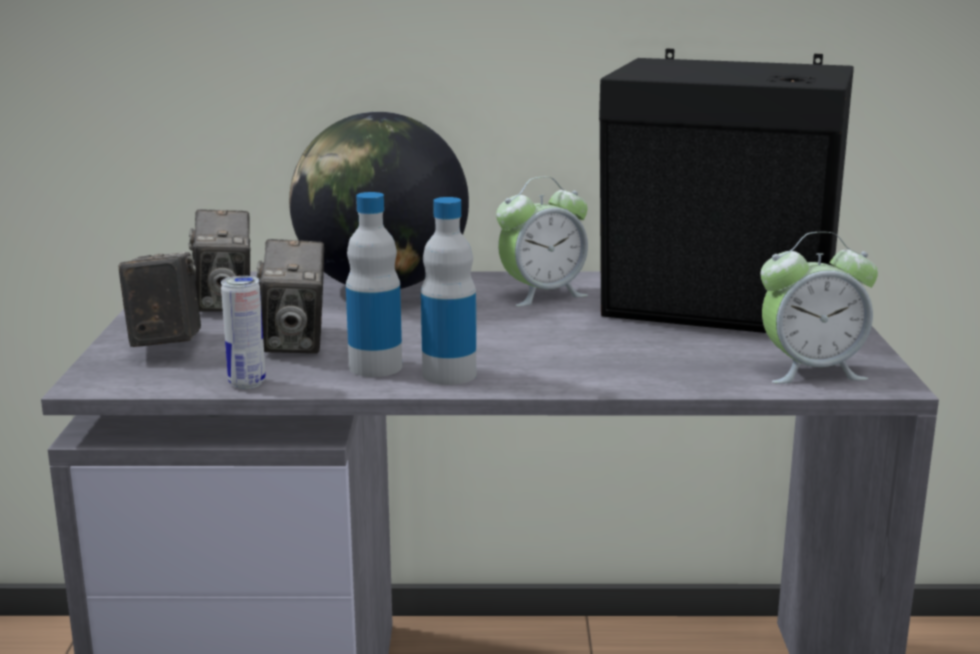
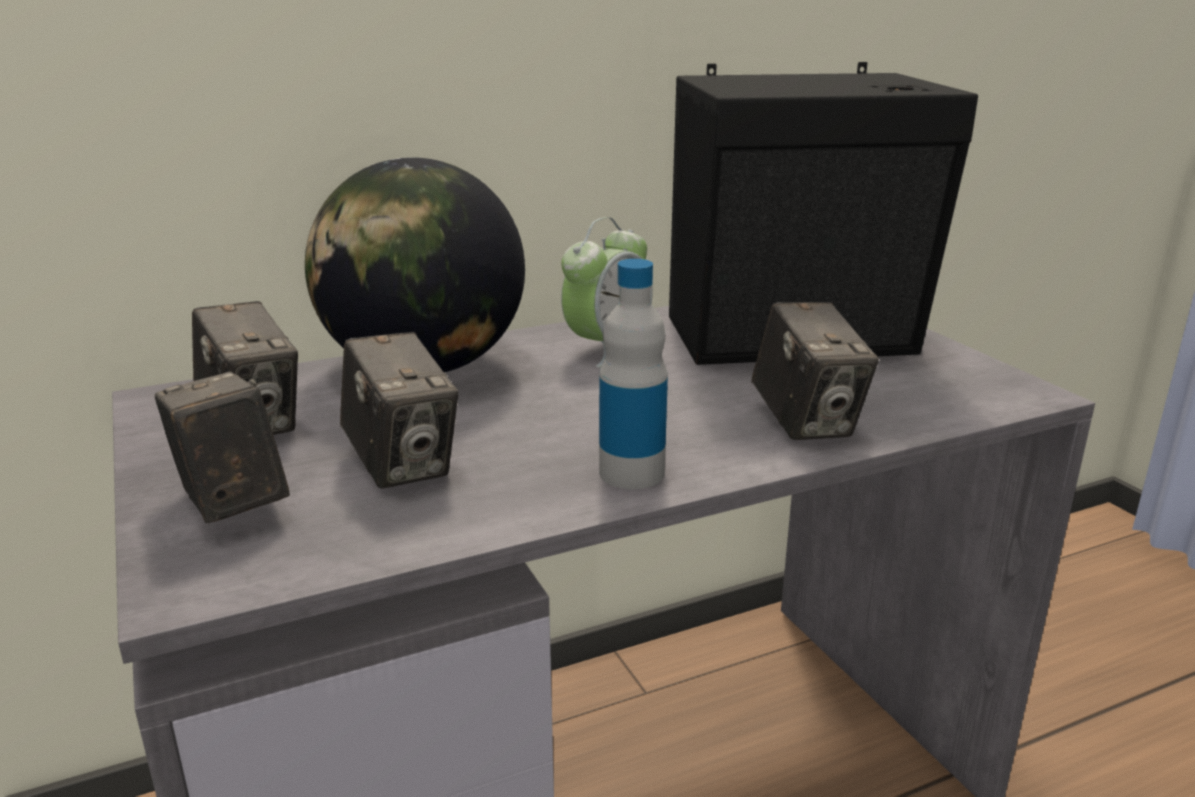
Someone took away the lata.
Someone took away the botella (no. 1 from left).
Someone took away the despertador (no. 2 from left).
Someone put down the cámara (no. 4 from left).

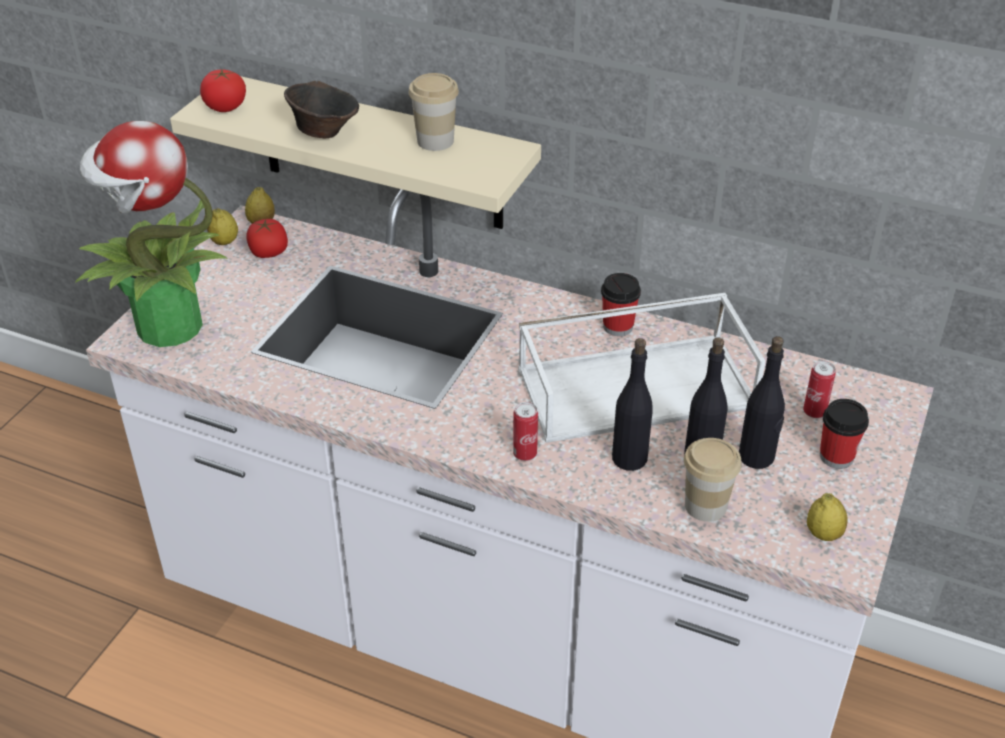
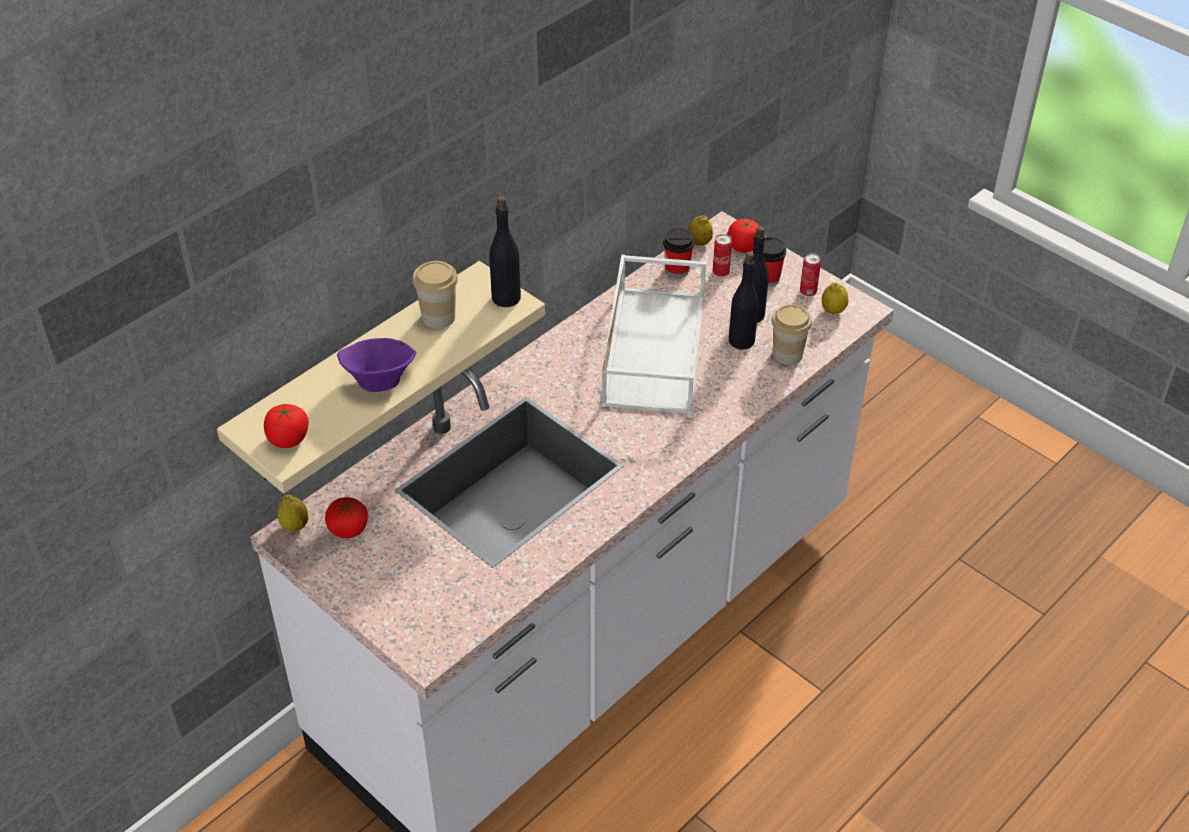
Someone took away the planta en maceta.
Someone carried the limón (no. 1 from left in the first image).
Someone repainted the cuenco [marrón], which became the cuenco [morado].
Someone carried the lata (no. 1 from left in the first image).
Someone carried the taza (no. 2 from left).
Someone carried the botella [negro] (no. 1 from left).
Someone put down the tomate (no. 3 from left).

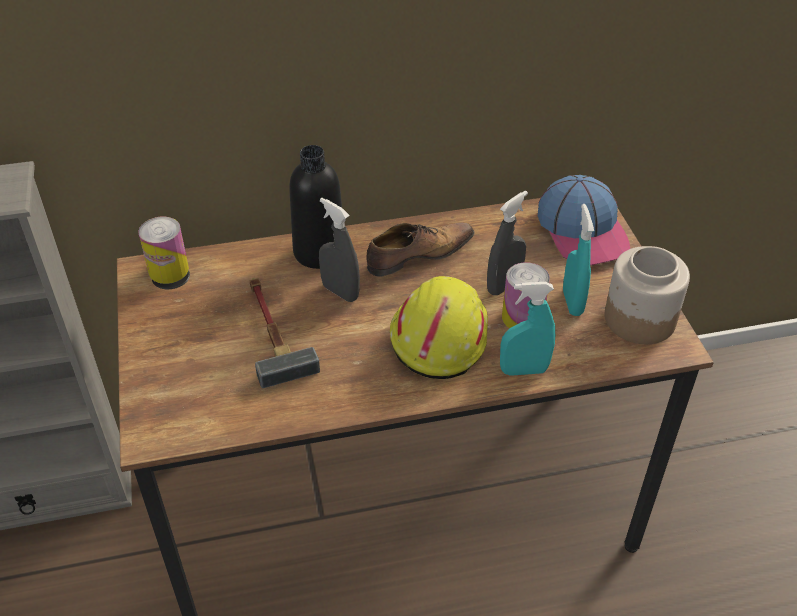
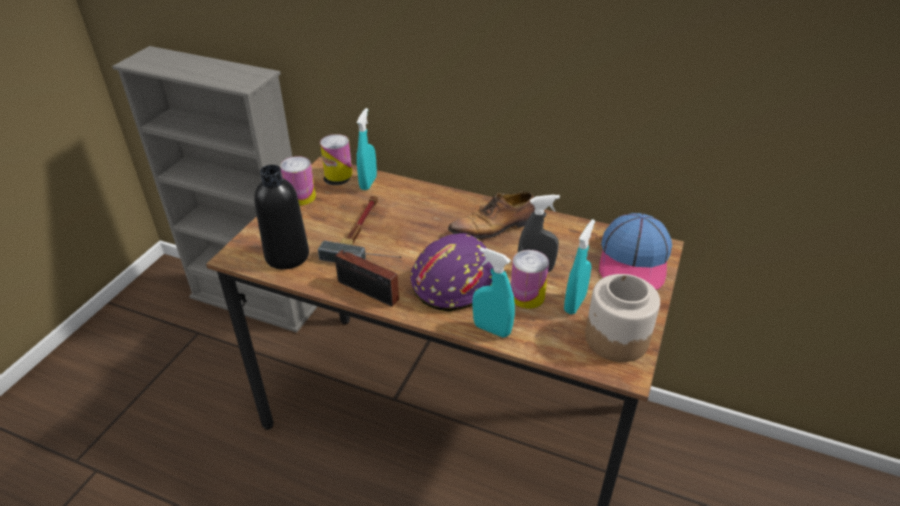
Someone carried the botella [negro].
Someone took away the pulverizador [gris] (no. 1 from left).
Someone rotated the zapato by 150 degrees clockwise.
Someone repainted the casco [amarillo], which became the casco [morado].
Someone put down the lata (no. 1 from left).
Someone put down the radio.
Someone put down the pulverizador [turquesa] (no. 1 from left).

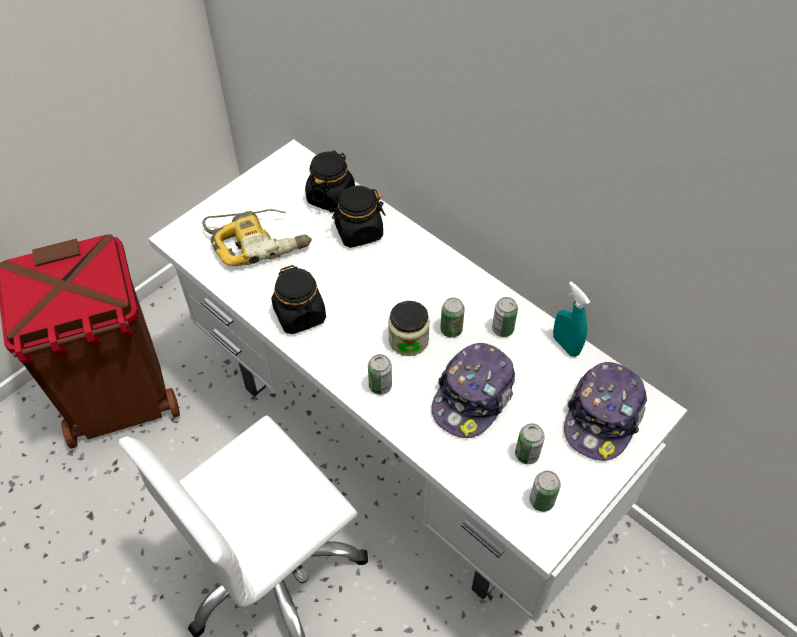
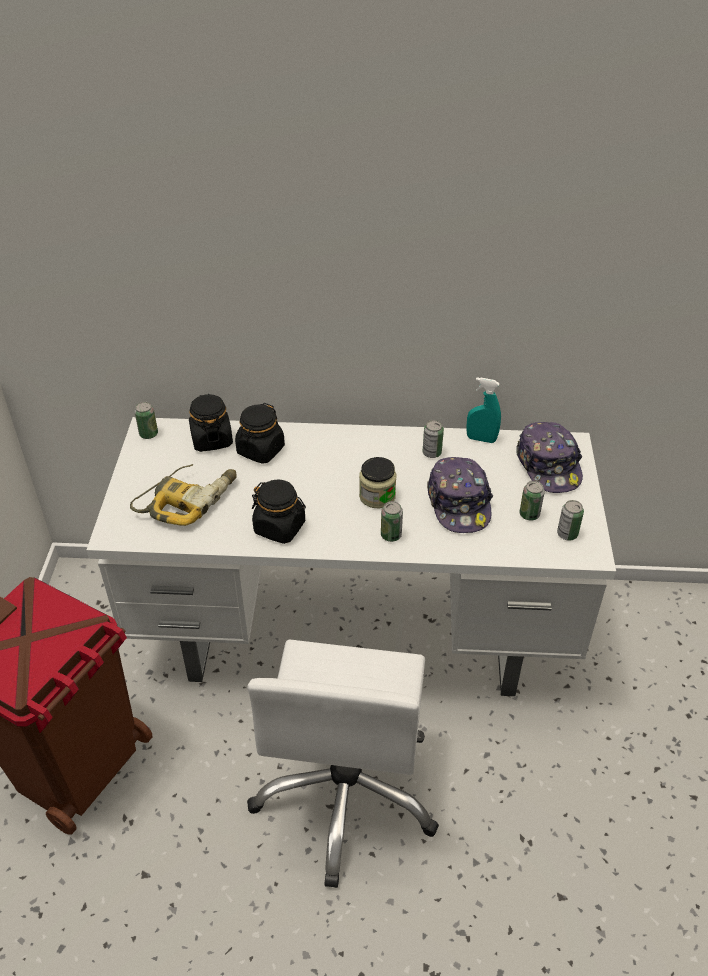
Someone carried the lata (no. 2 from left in the first image).

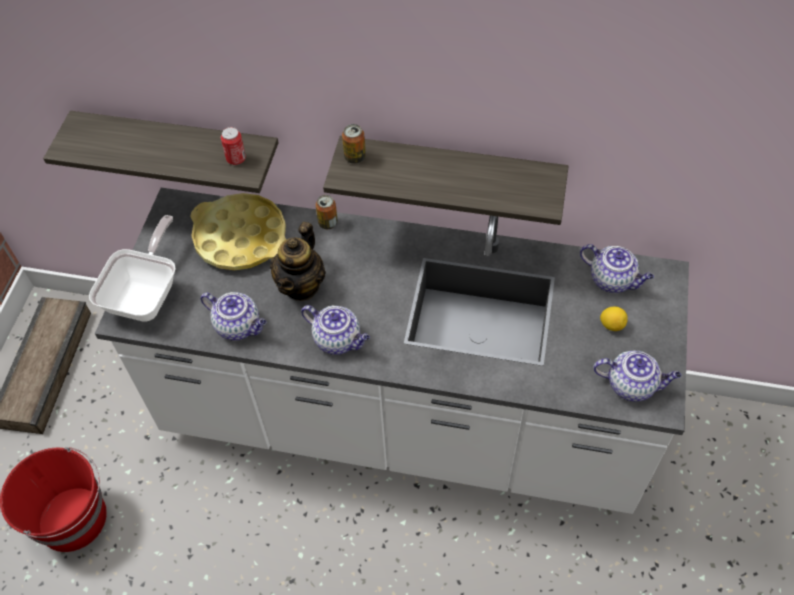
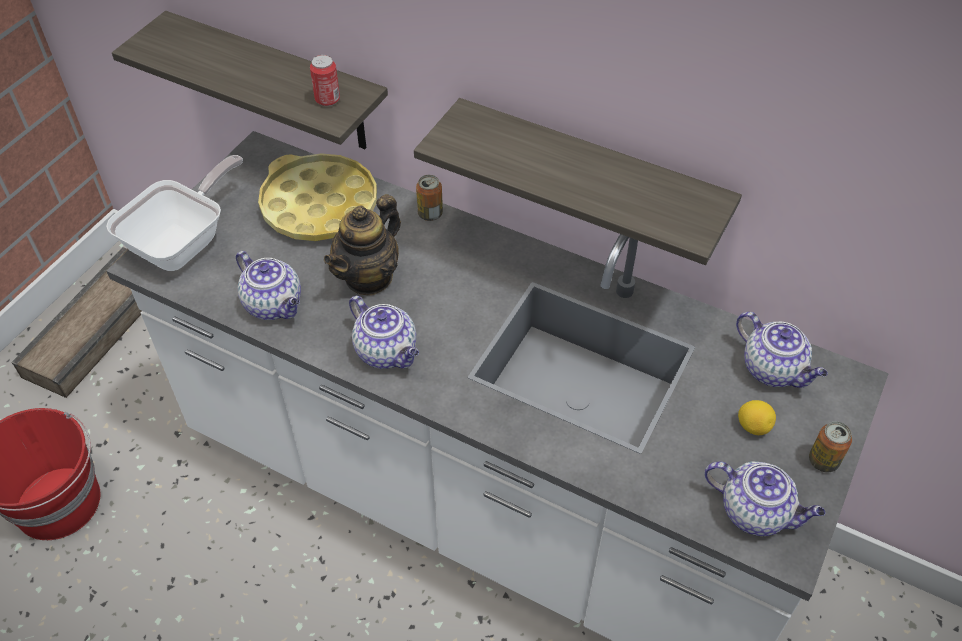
Someone carried the lata (no. 3 from left).

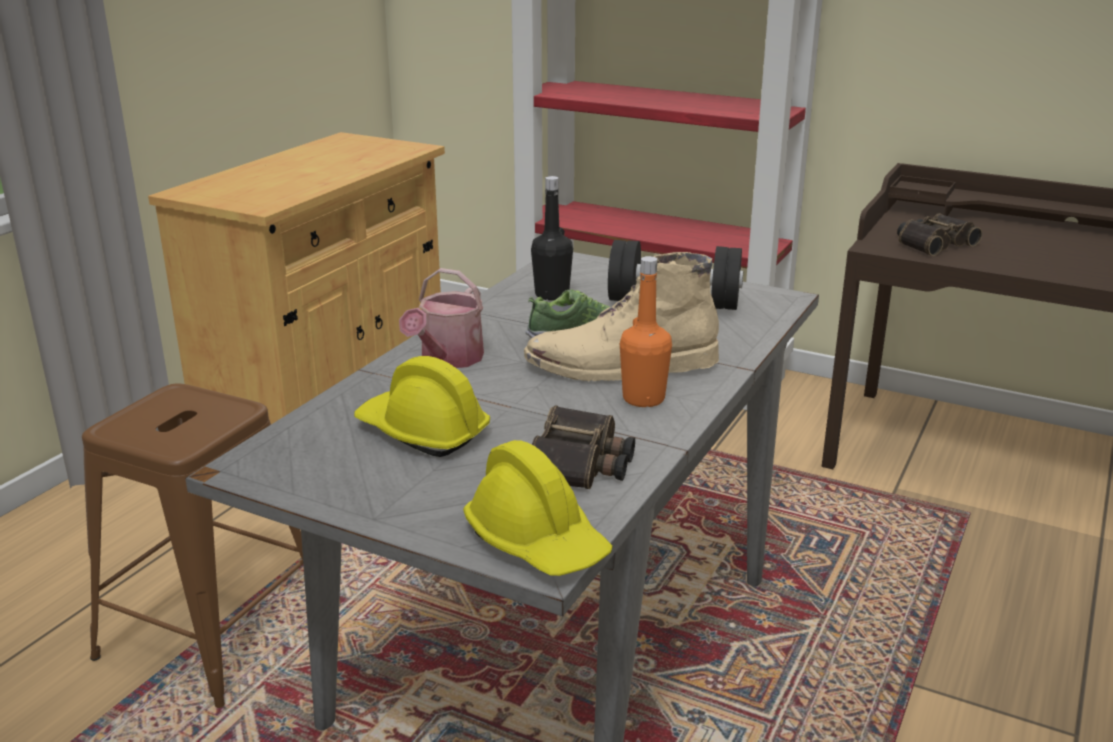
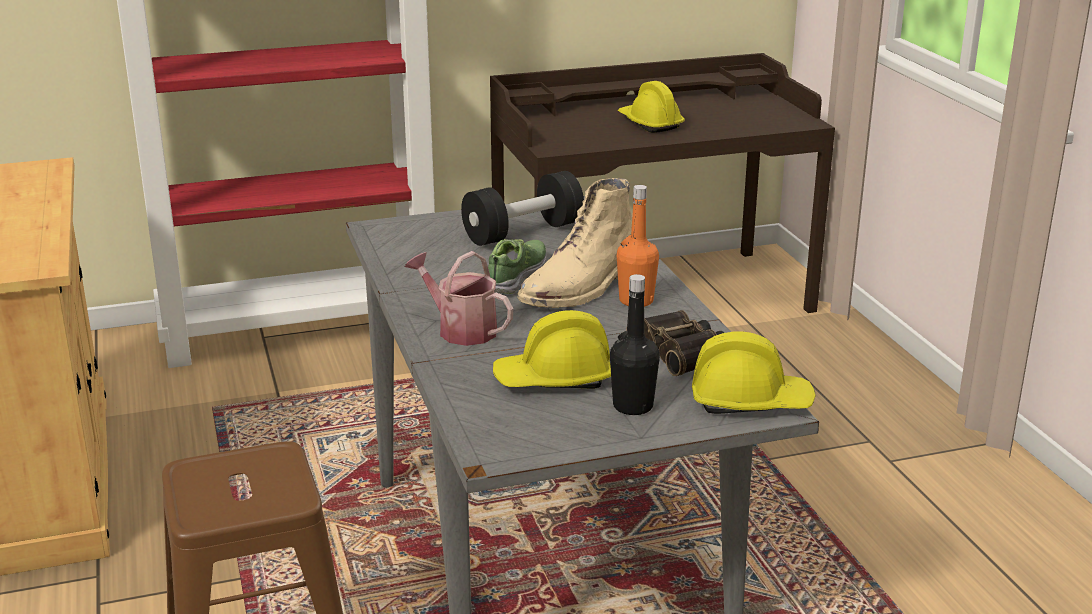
Someone rotated the regadera by 150 degrees clockwise.
Someone carried the botella [negro].
Someone took away the prismáticos (no. 2 from left).
Someone put down the casco [amarillo] (no. 2 from left).

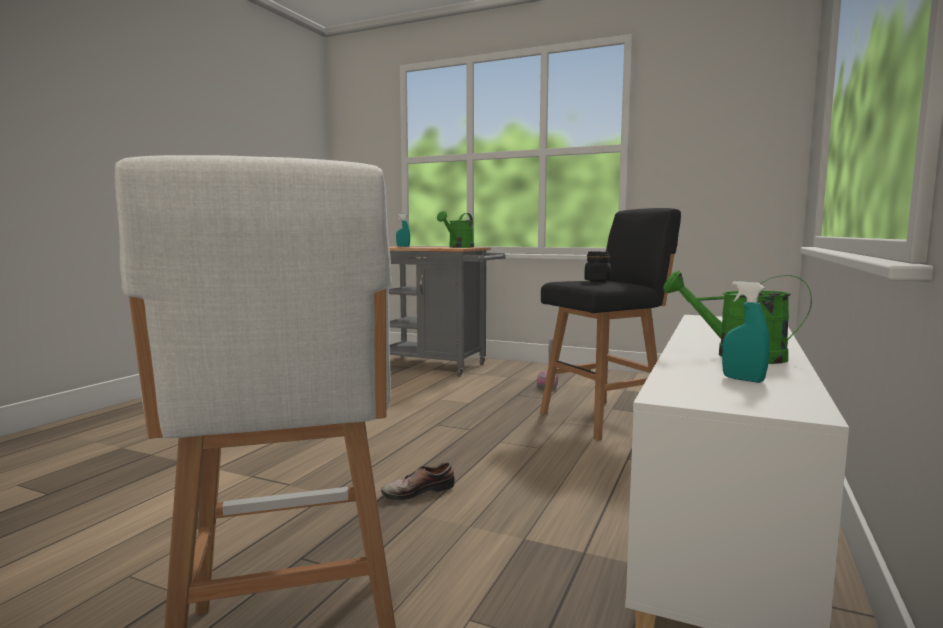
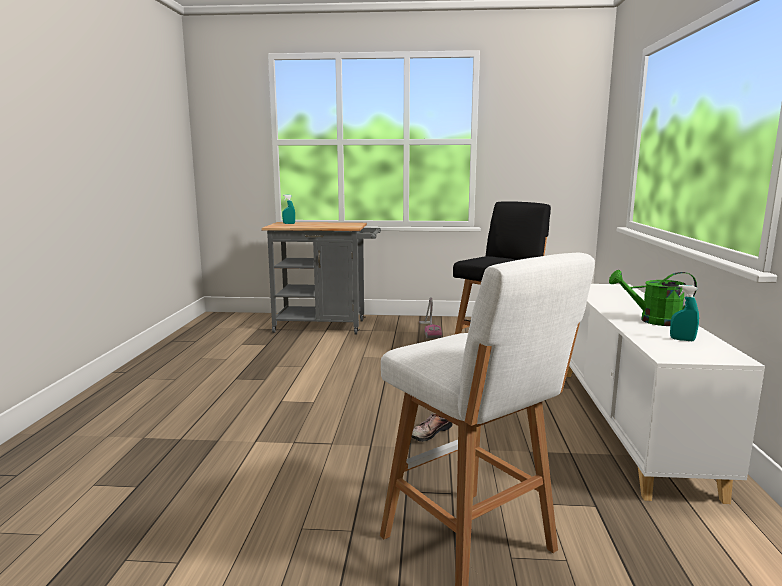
Someone took away the regadera [verde] (no. 1 from left).
Someone took away the tarro [negro].

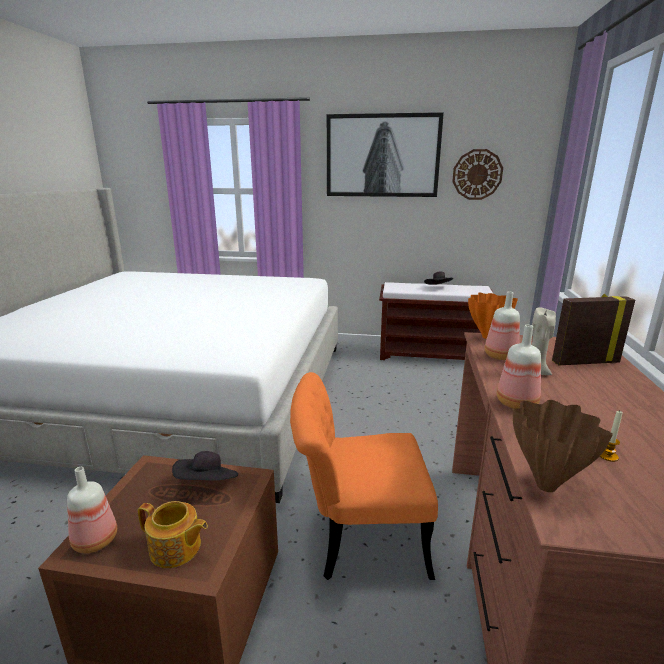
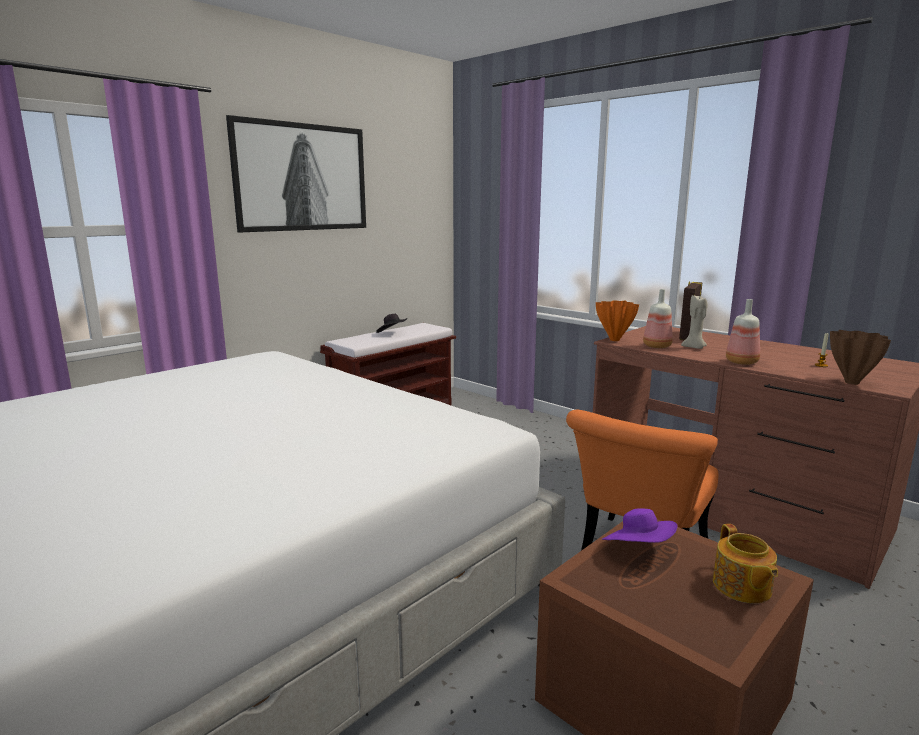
Someone took away the botella (no. 1 from left).
Someone rotated the tetera by 120 degrees clockwise.
Someone repainted the sombrero [negro] (no. 1 from left), which became the sombrero [morado].
Someone took away the reloj de pared.

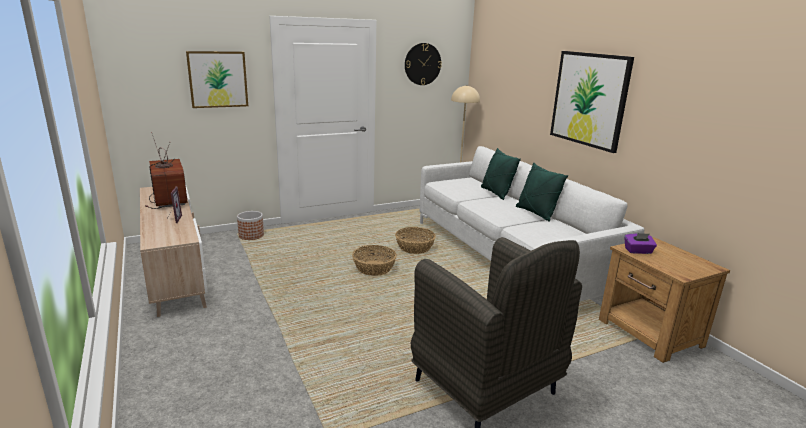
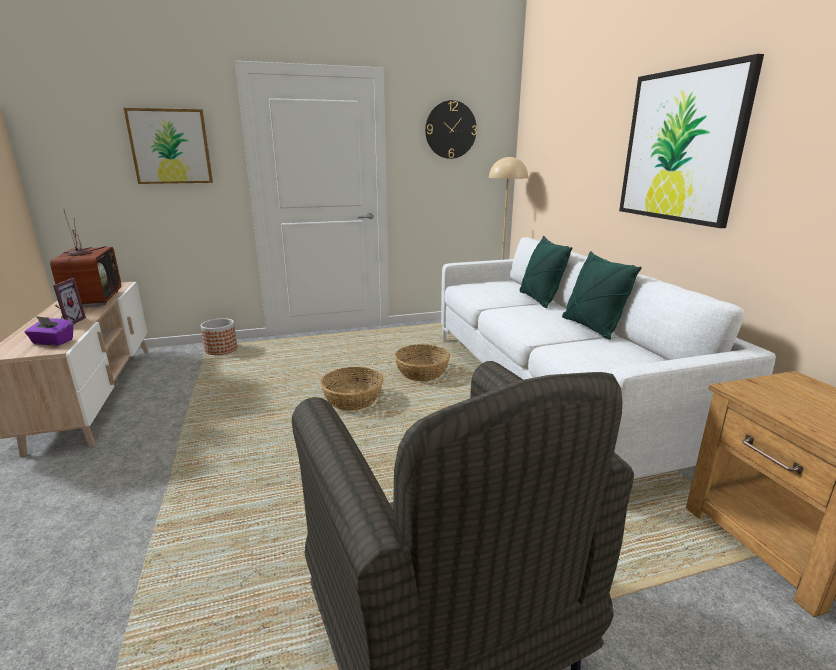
Someone carried the caja de pañuelos [morado].

